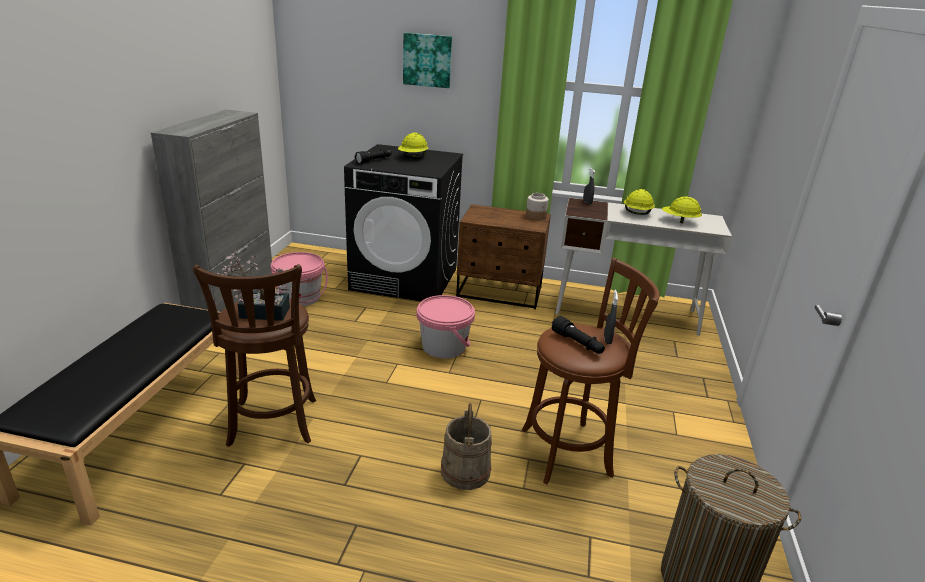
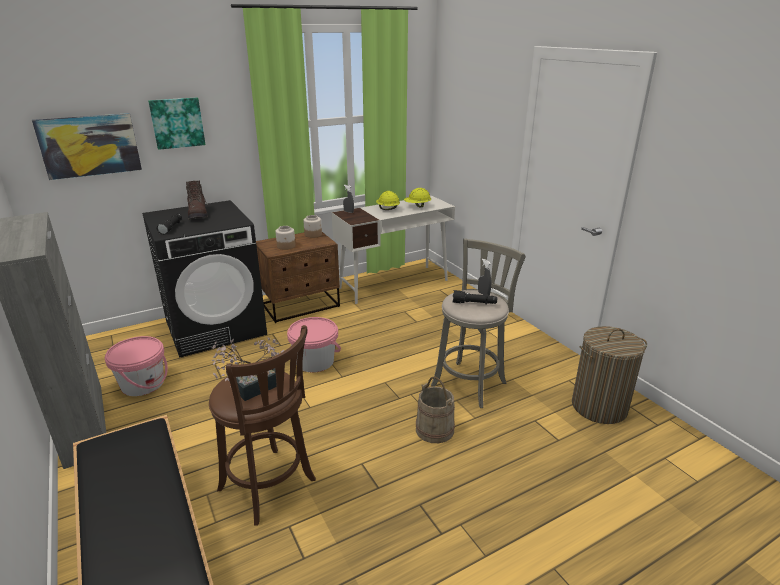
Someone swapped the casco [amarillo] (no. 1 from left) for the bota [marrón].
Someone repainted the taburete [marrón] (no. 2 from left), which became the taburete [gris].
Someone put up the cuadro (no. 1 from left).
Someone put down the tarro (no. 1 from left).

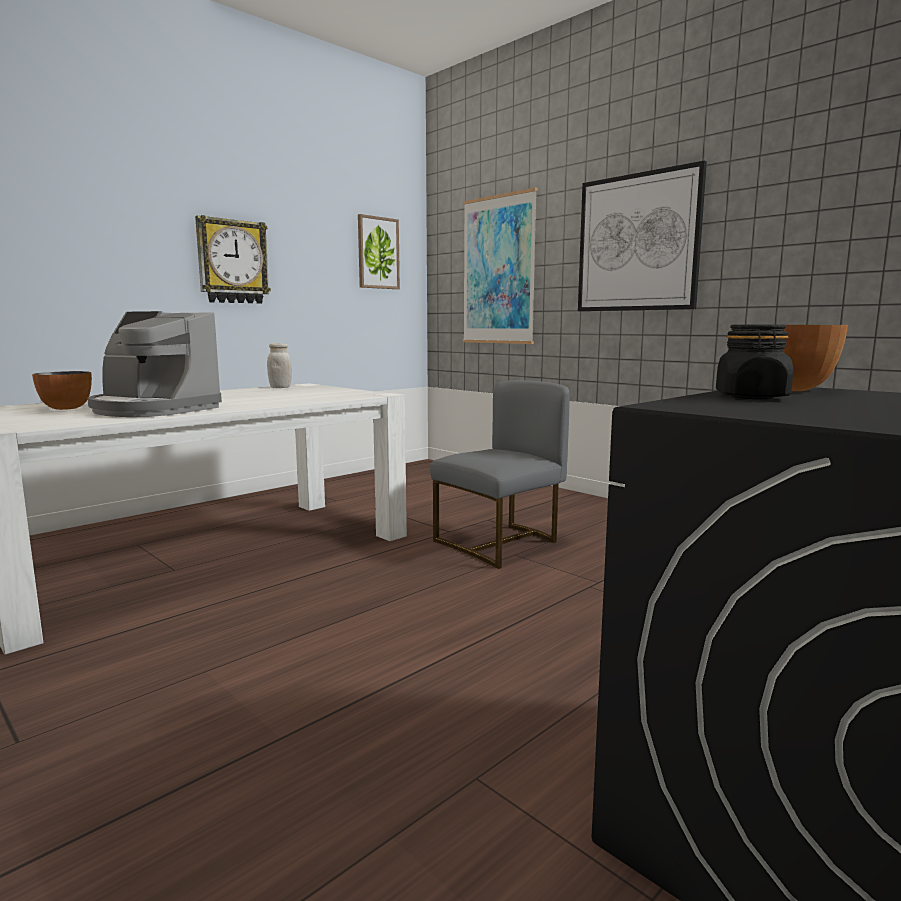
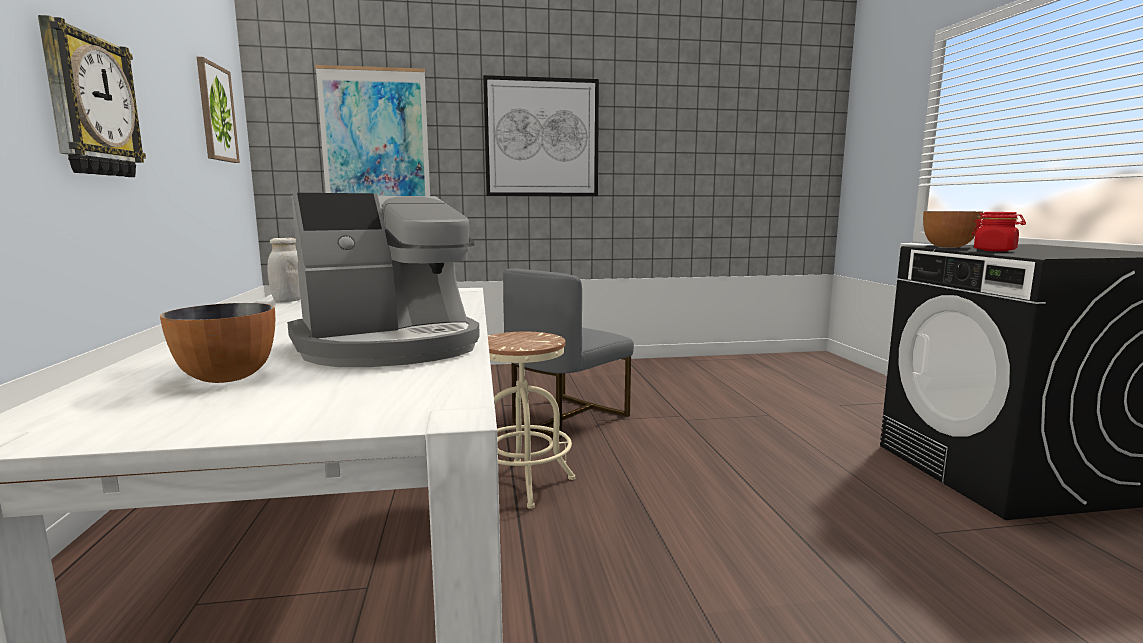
Someone rotated the silla [gris] by 135 degrees counterclockwise.
Someone repainted the tarro [negro], which became the tarro [rojo].
Someone put down the taburete [beis].

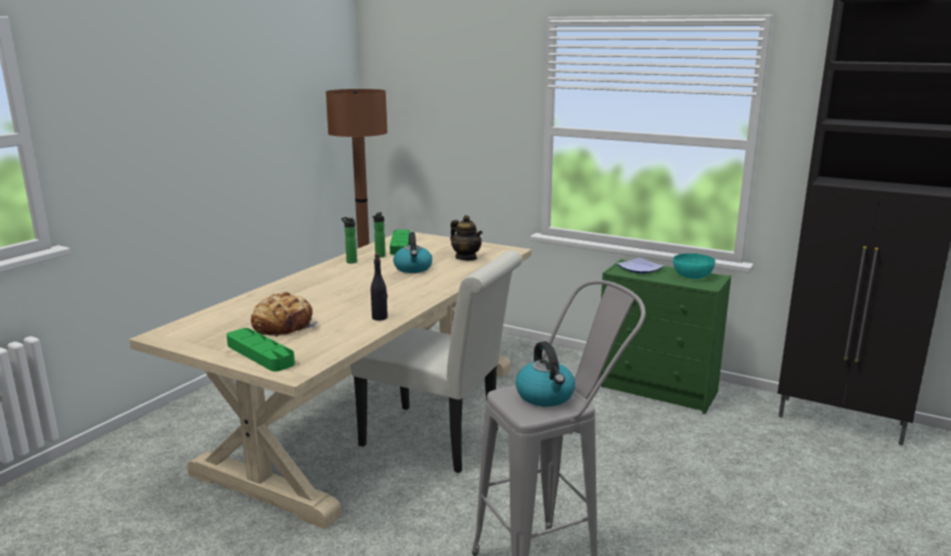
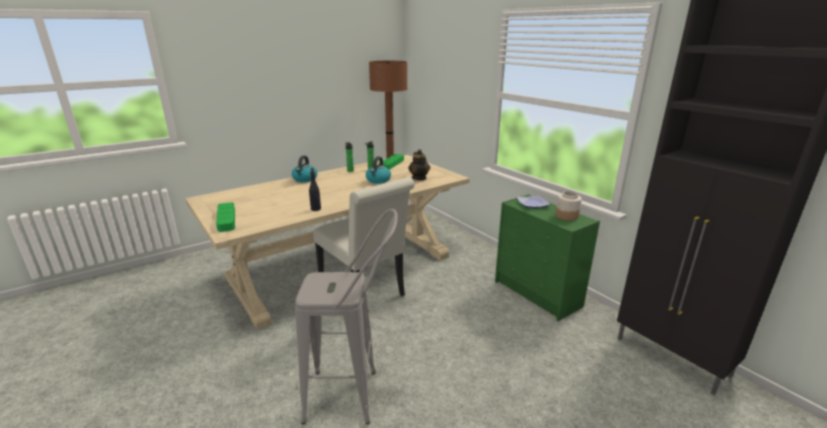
Someone took away the pan.
Someone carried the hervidor (no. 2 from left in the first image).
Someone swapped the cuenco [turquesa] for the tarro.

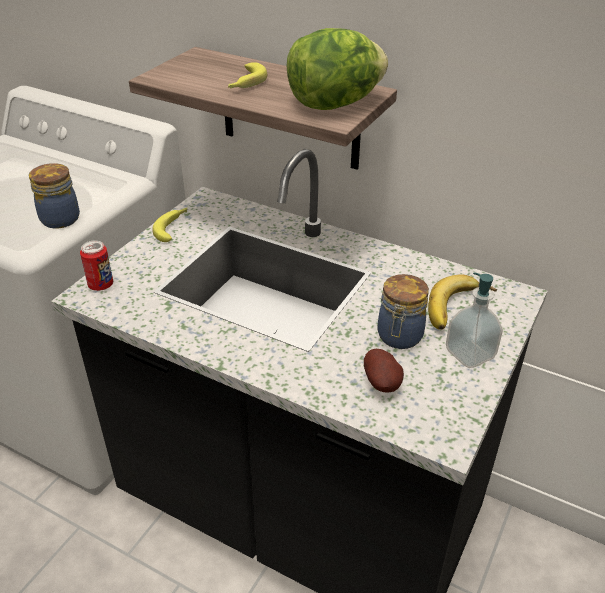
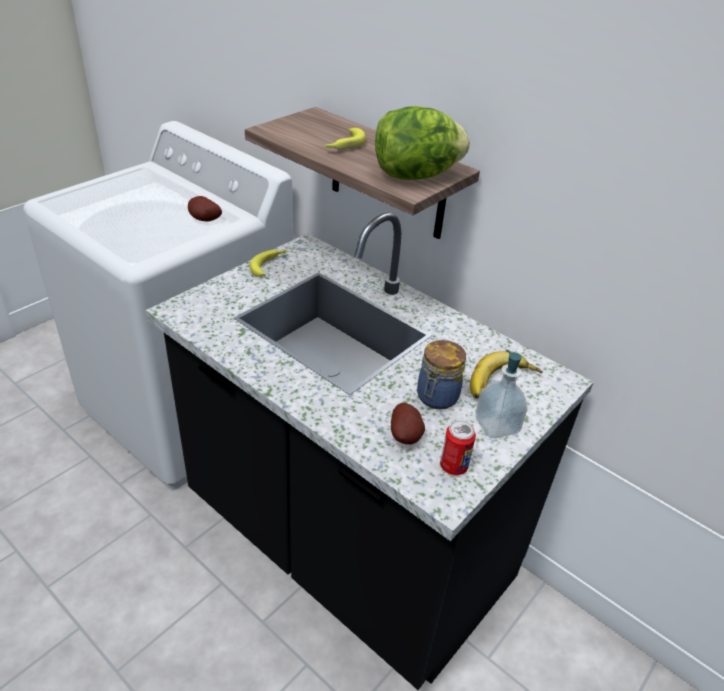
Someone took away the tarro (no. 1 from left).
Someone carried the lata.
Someone put down the patata (no. 1 from left).

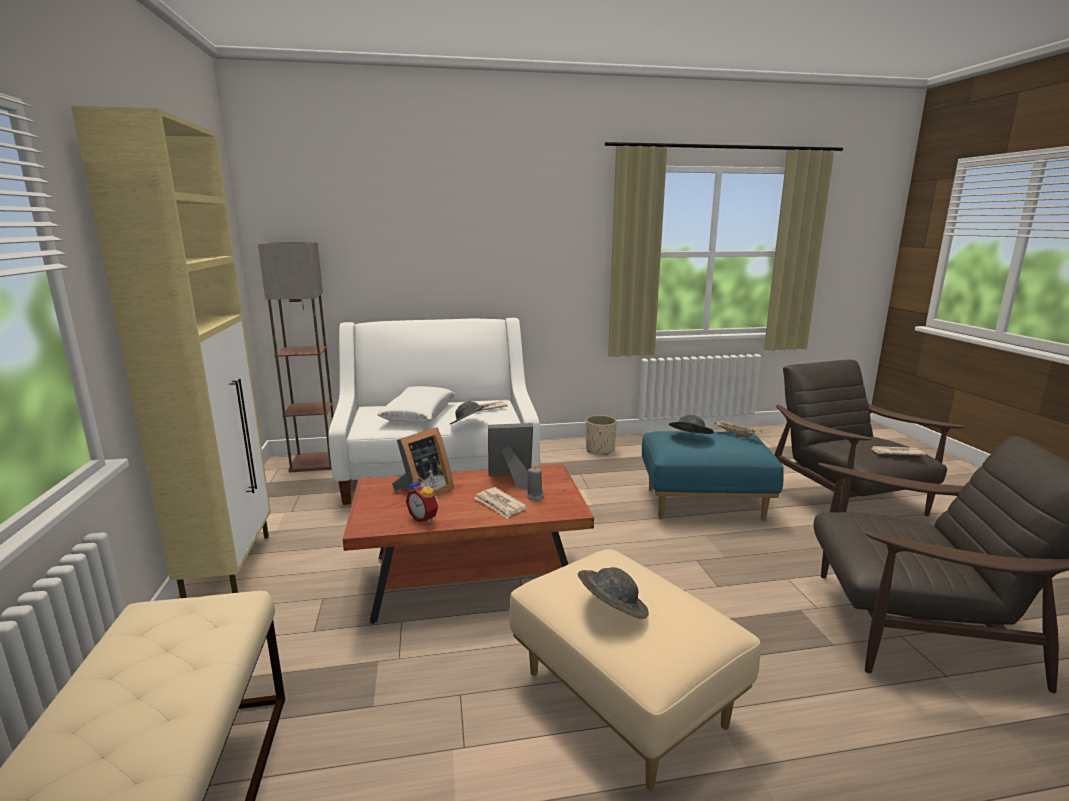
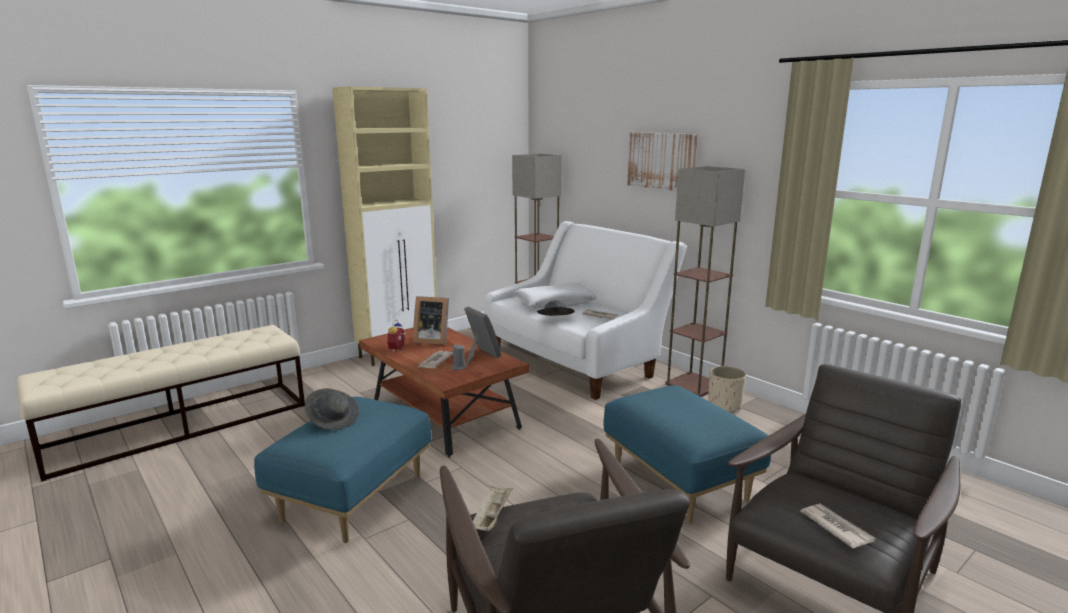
Someone repainted the puf [beis], which became the puf [azul] (no. 1 from left).
Someone took away the sombrero [gris] (no. 3 from left).
Someone carried the bandeja [beis].
Someone put up the cuadro.
Someone put down the lámpara de pie (no. 2 from left).

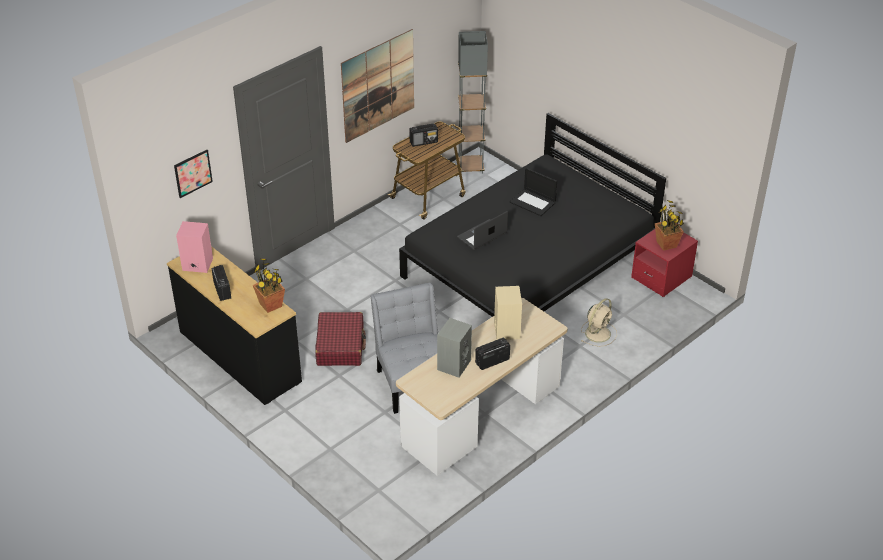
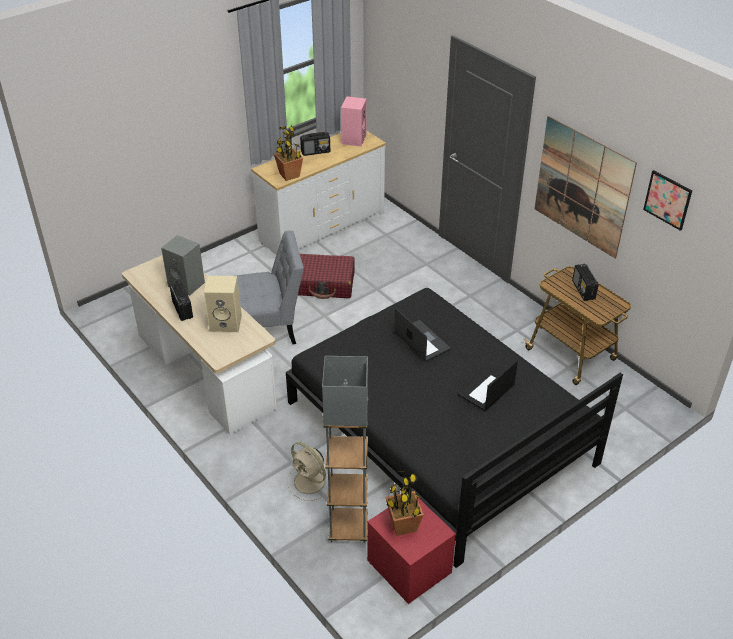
Someone repainted the cómoda [negro], which became the cómoda [blanco].
Someone carried the cuadro (no. 1 from left in the first image).
Someone carried the lámpara de pie [gris].

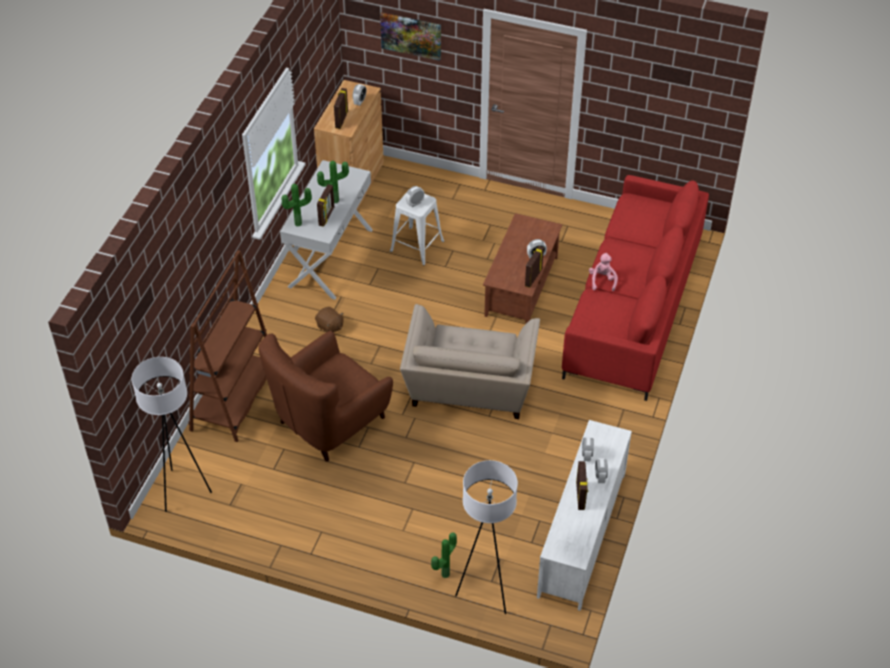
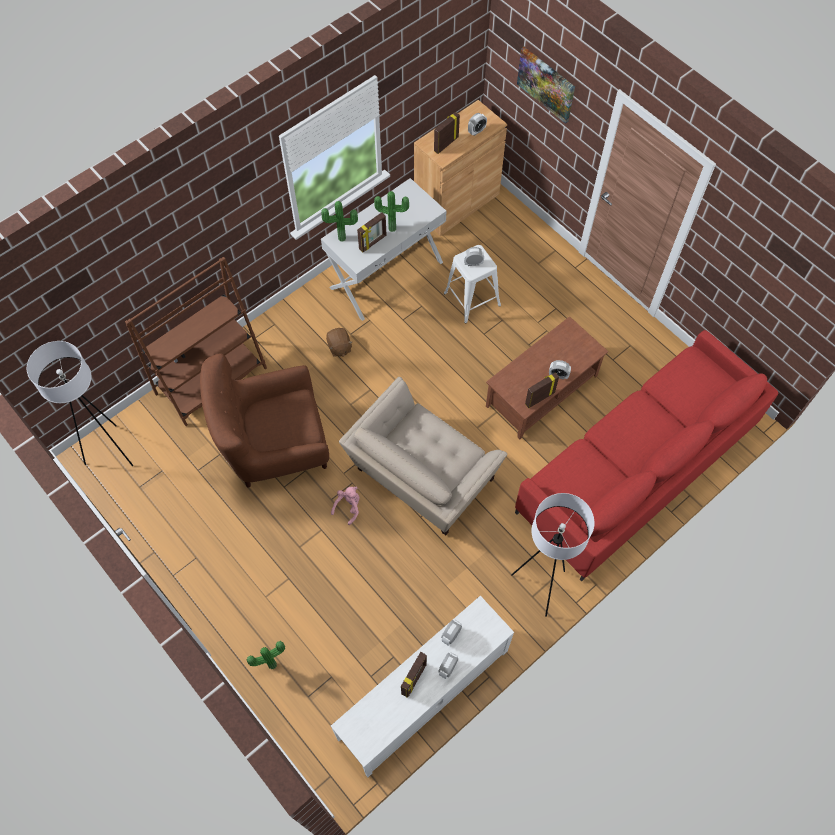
Someone carried the lámpara de pie [blanco] (no. 2 from left).
Someone carried the peluche [rosa].

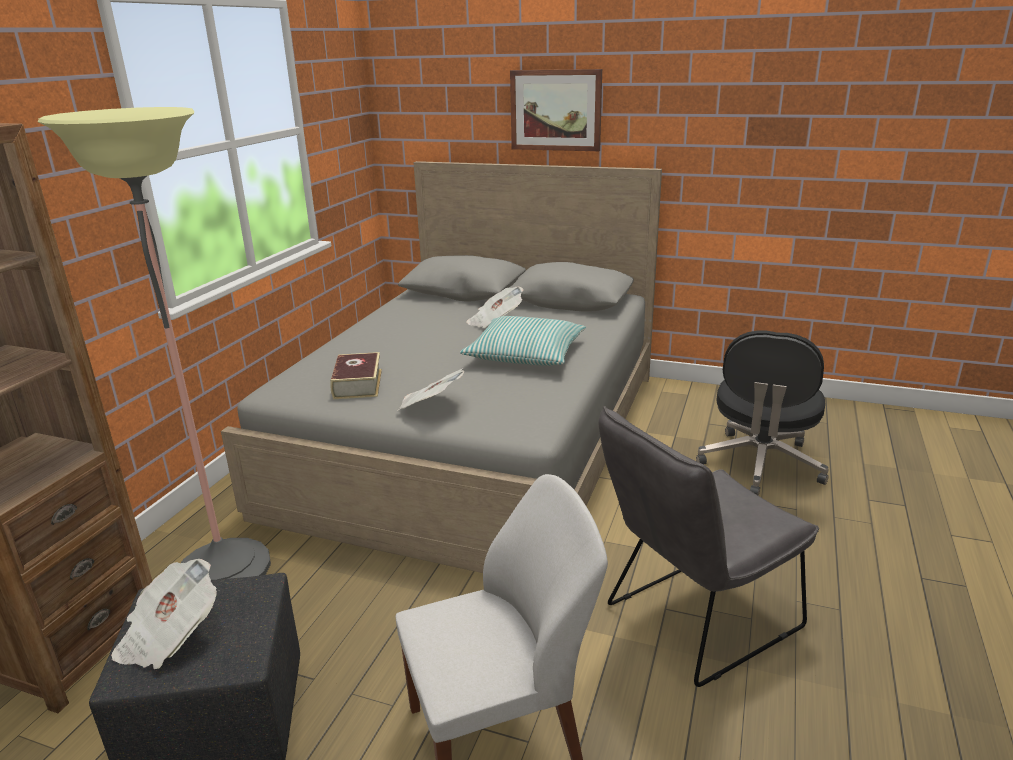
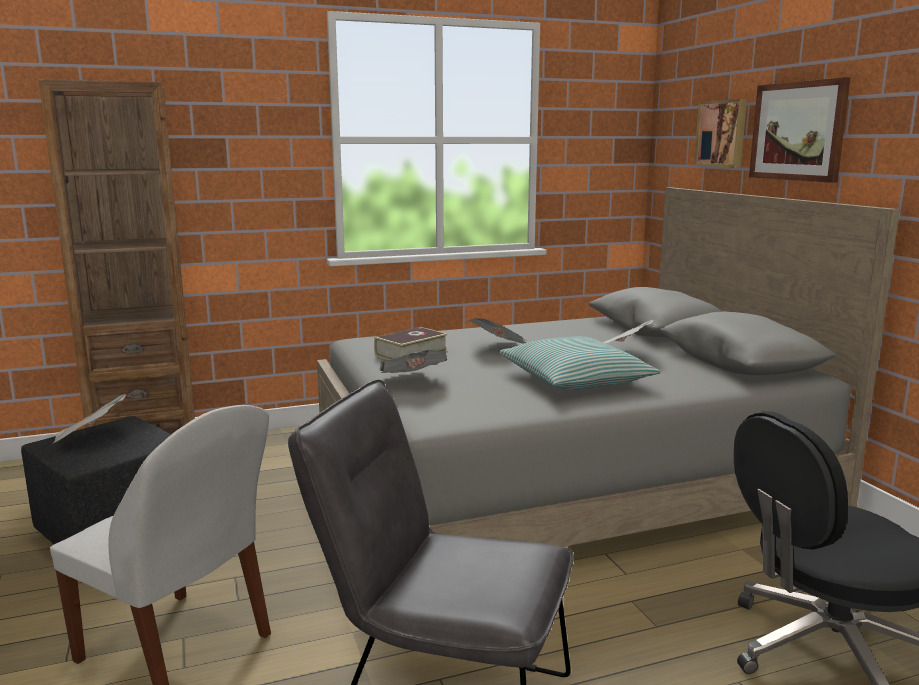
Someone took away the lámpara de pie.
Someone put down the periódico (no. 3 from left).
Someone put up the cuadro (no. 1 from left).

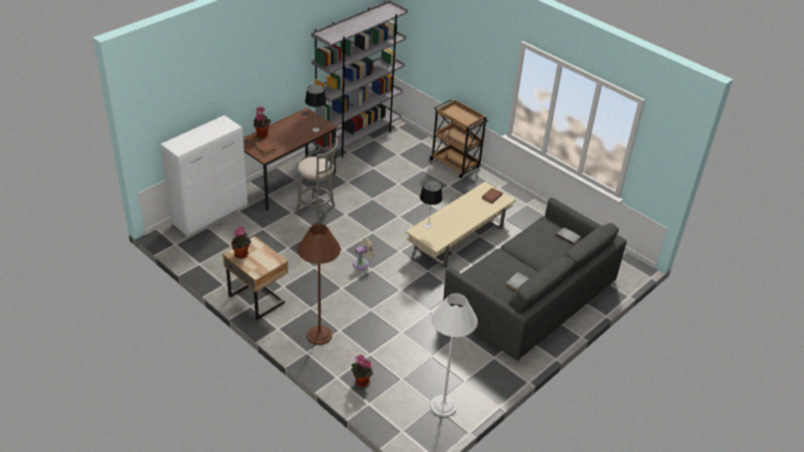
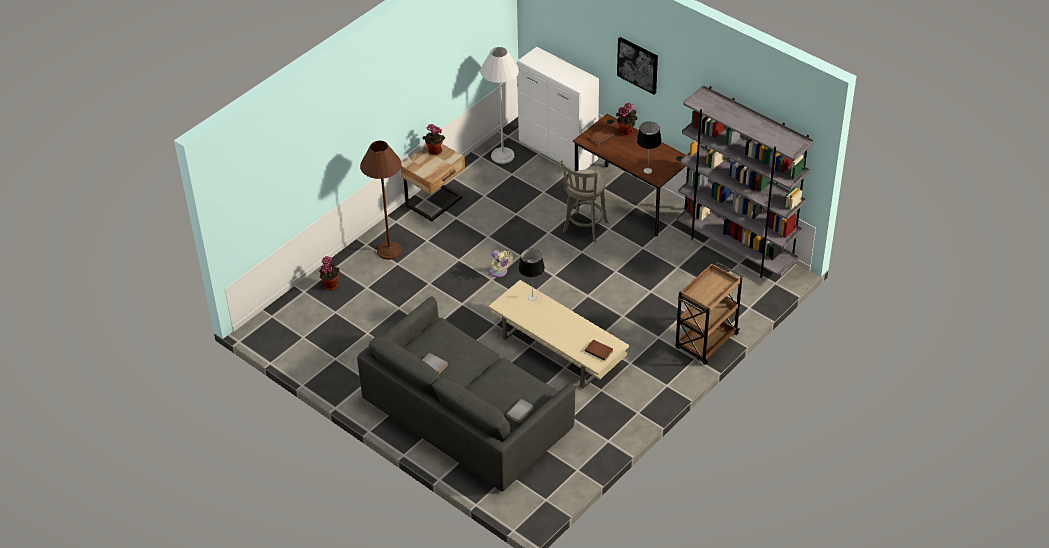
Someone carried the lámpara de pie [blanco].
Someone put up the cuadro.

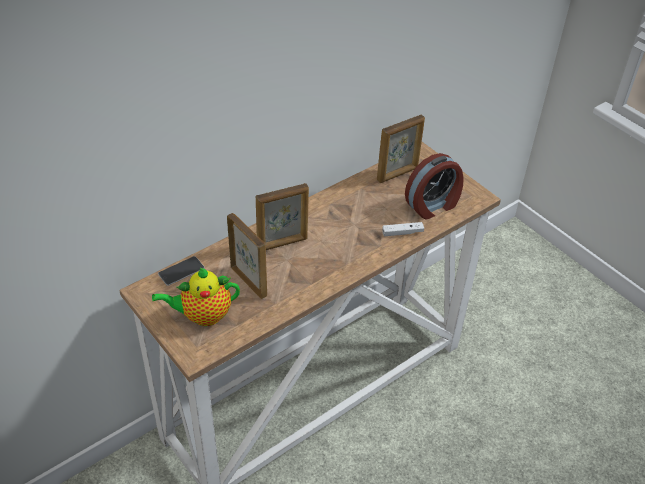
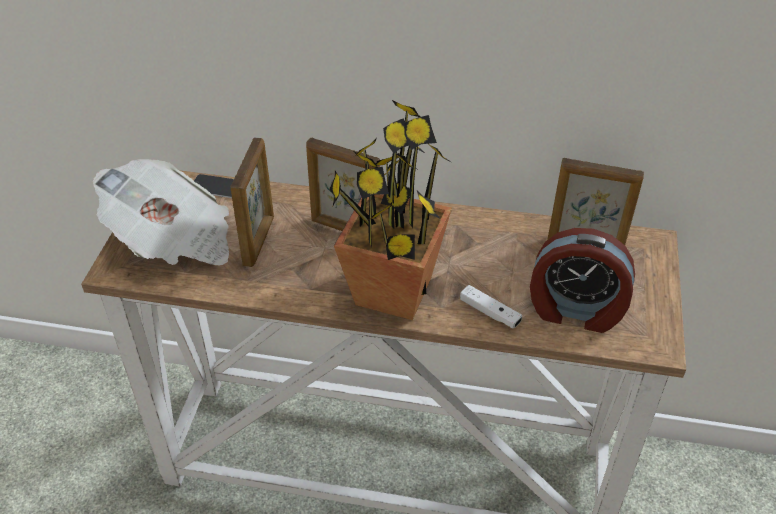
Someone swapped the tetera for the periódico.
Someone put down the planta en maceta.

